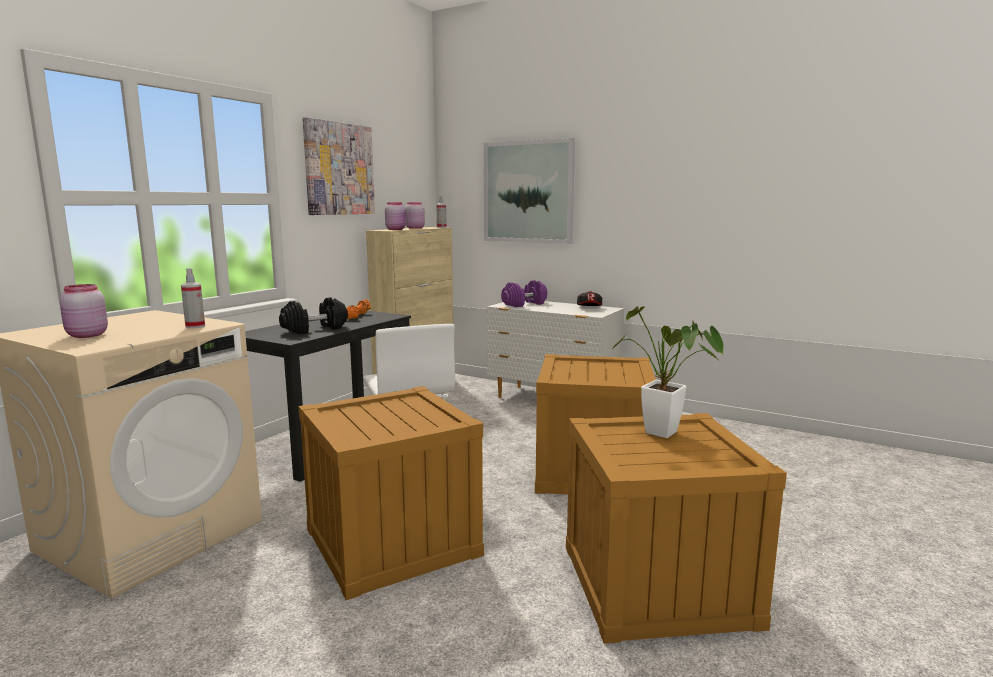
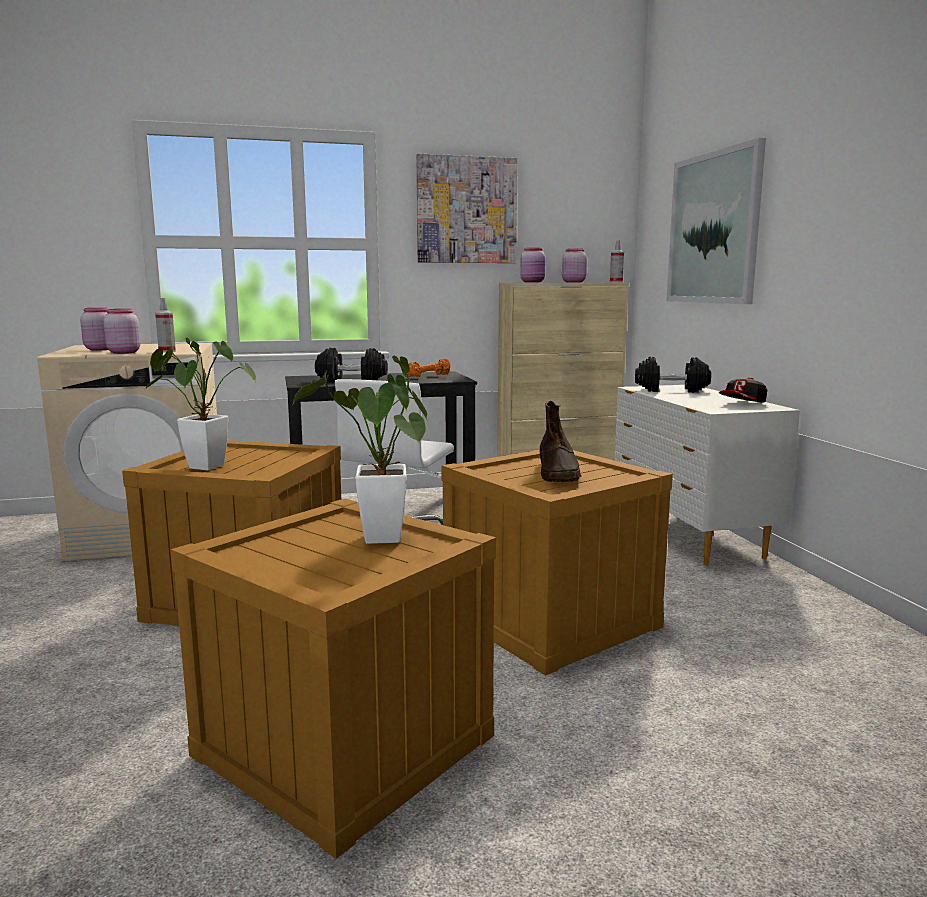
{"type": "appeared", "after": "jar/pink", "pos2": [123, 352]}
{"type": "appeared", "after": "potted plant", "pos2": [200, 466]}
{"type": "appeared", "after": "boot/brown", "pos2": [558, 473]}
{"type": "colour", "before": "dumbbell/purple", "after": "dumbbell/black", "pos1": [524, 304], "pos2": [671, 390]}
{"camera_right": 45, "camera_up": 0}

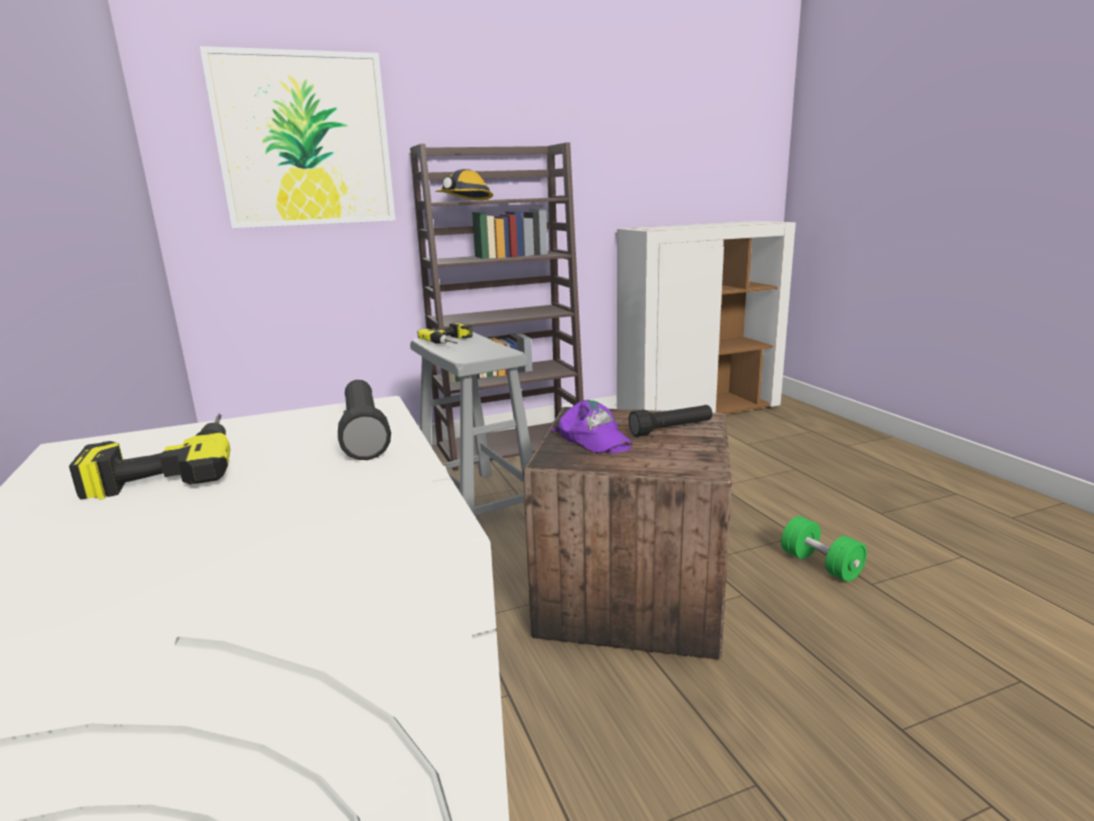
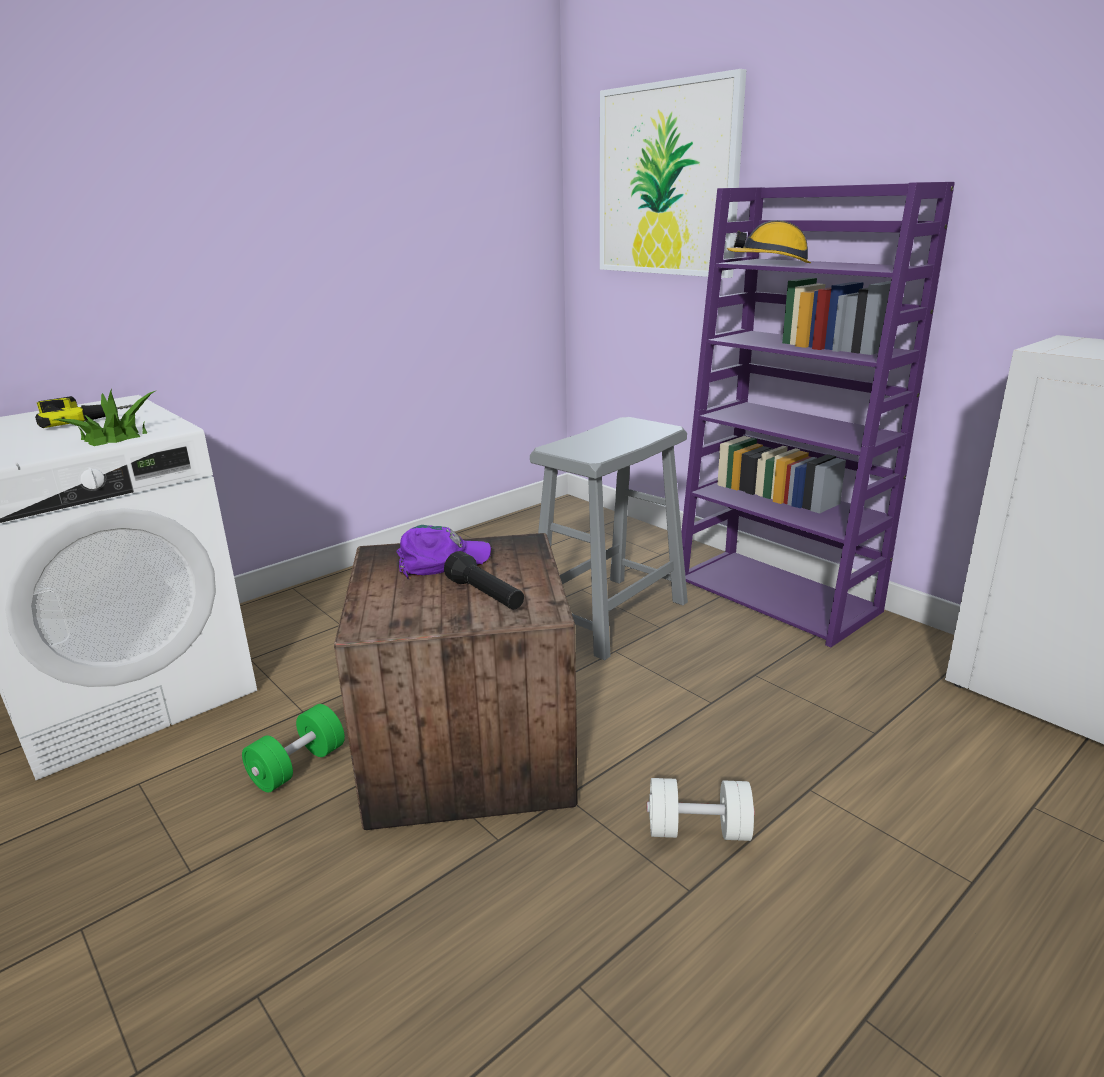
{"type": "exchanged", "before": "flashlight/black", "after": "potted plant", "pos1": [364, 433], "pos2": [114, 437]}
{"type": "relocated", "before": "dumbbell/green", "pos1": [820, 565], "pos2": [298, 766]}
{"type": "spun", "before": "cap/purple", "pos1": [593, 438], "pos2": [443, 561], "turn": -150}
{"type": "appeared", "after": "dumbbell/white", "pos2": [698, 830]}
{"type": "colour", "before": "bookcase/brown", "after": "bookcase/purple", "pos1": [511, 445], "pos2": [778, 596]}
{"type": "missing", "before": "power drill", "pos1": [454, 341]}
{"camera_right": 70, "camera_up": 5}

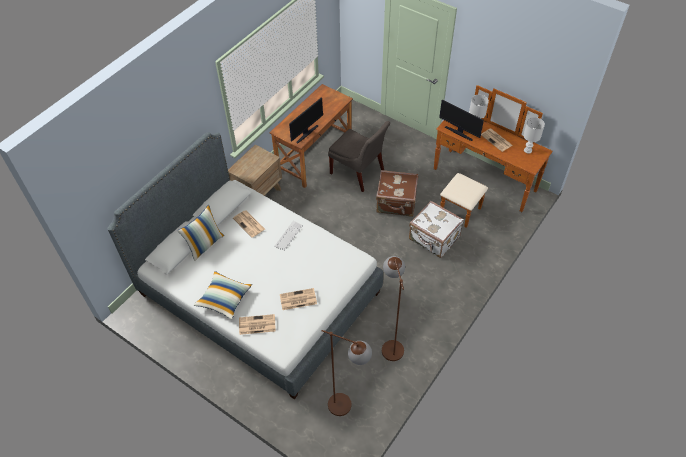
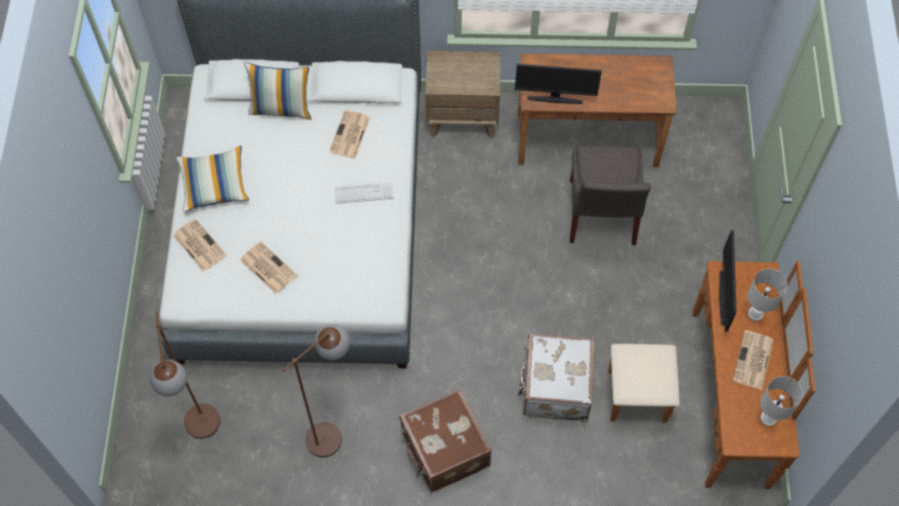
{"type": "relocated", "before": "suitcase/brown", "pos1": [396, 203], "pos2": [444, 451]}
{"camera_right": 55, "camera_up": 10}

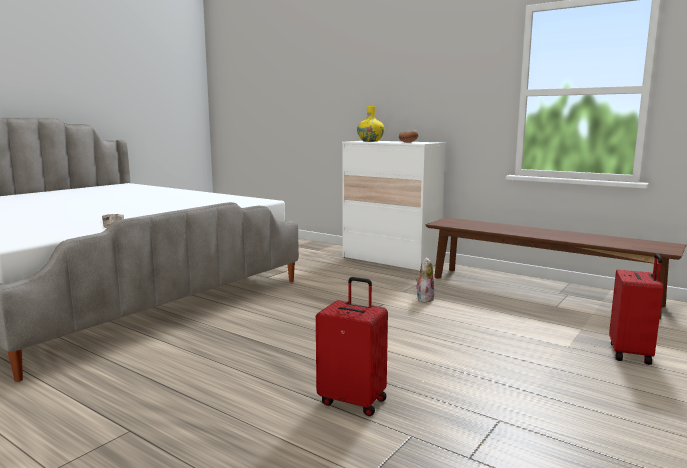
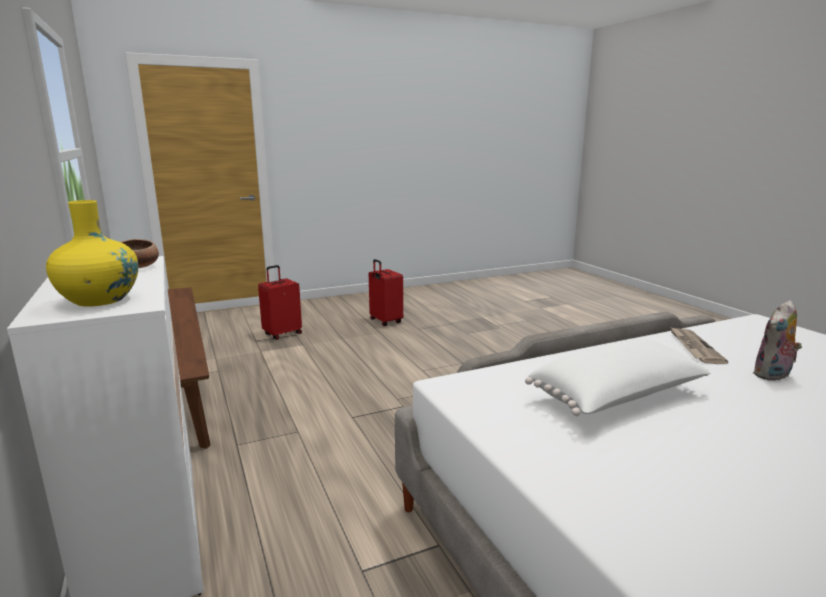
{"type": "relocated", "before": "suitcase/red", "pos1": [353, 400], "pos2": [385, 321]}
{"type": "appeared", "after": "pillow/white", "pos2": [618, 398]}
{"type": "relocated", "before": "plush toy", "pos1": [424, 298], "pos2": [773, 376]}
{"camera_right": -150, "camera_up": 5}

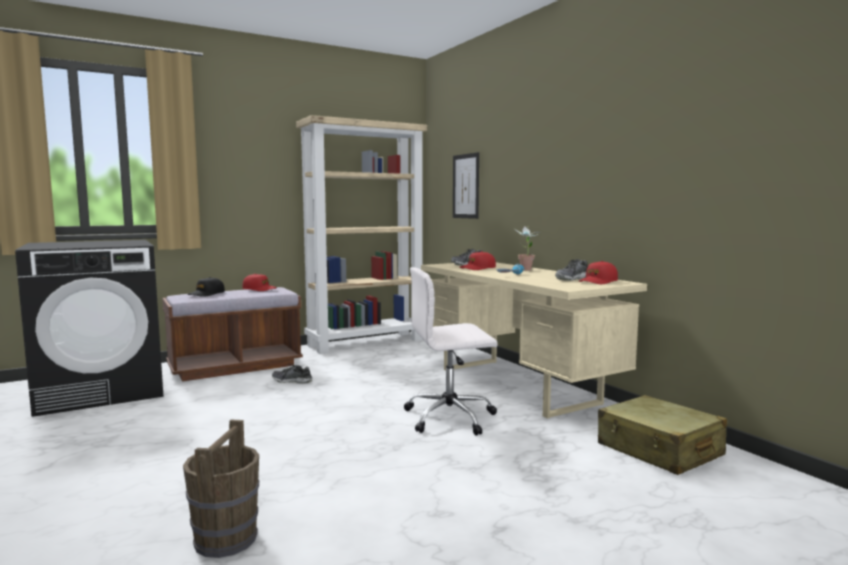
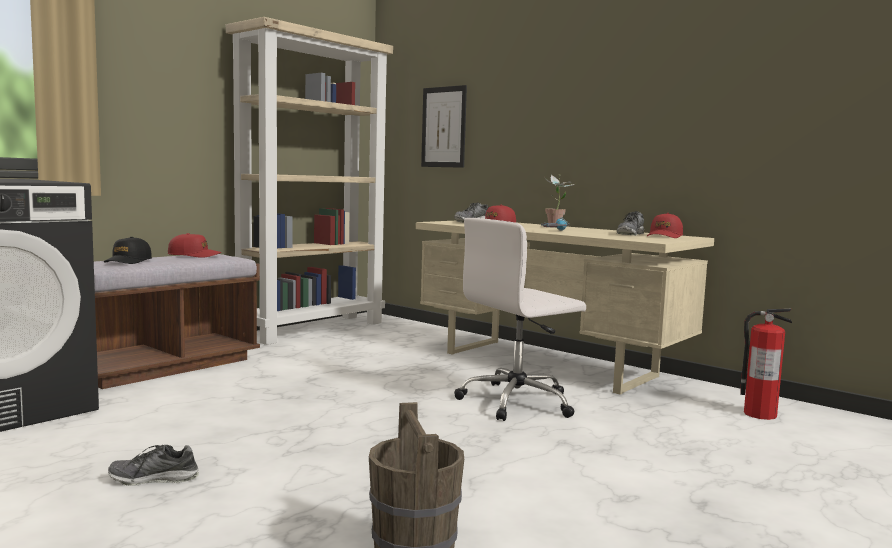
{"type": "relocated", "before": "shoe", "pos1": [292, 381], "pos2": [154, 479]}
{"type": "exchanged", "before": "suitcase/beige", "after": "fire extinguisher", "pos1": [659, 450], "pos2": [759, 414]}
{"camera_right": -20, "camera_up": 0}

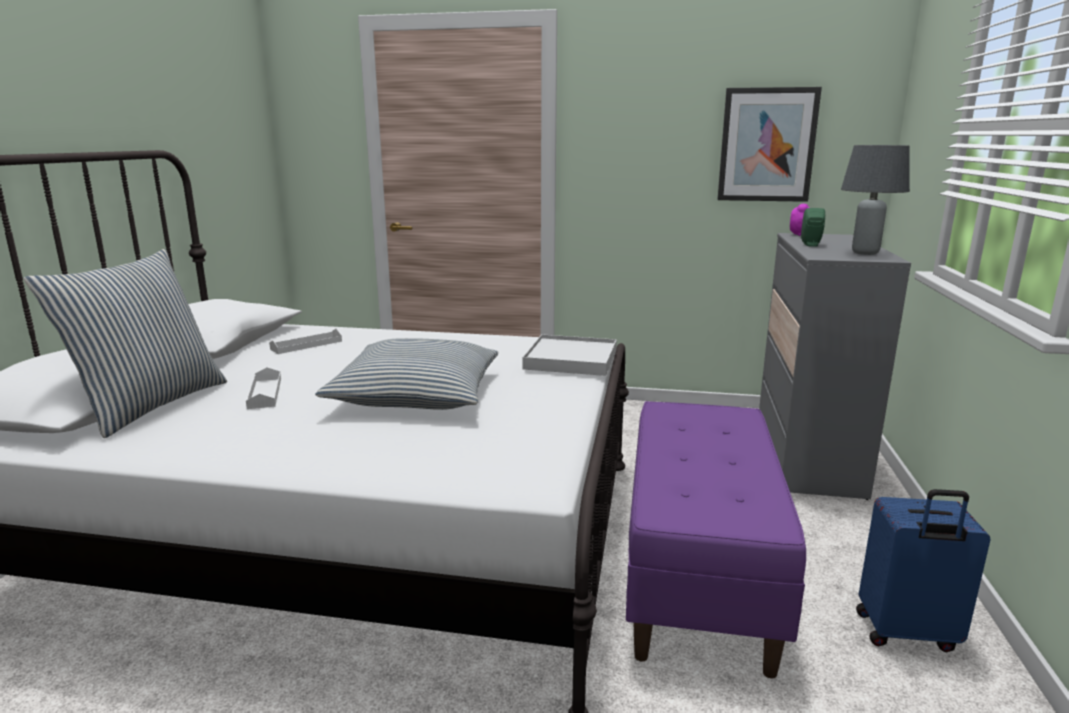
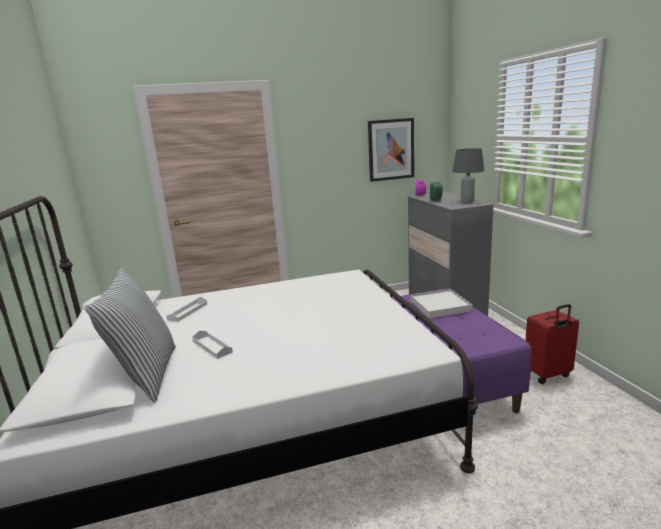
{"type": "relocated", "before": "tray/white", "pos1": [571, 359], "pos2": [439, 306]}
{"type": "colour", "before": "suitcase/blue", "after": "suitcase/red", "pos1": [906, 633], "pos2": [547, 375]}
{"type": "missing", "before": "pillow", "pos1": [417, 393]}
{"camera_right": -25, "camera_up": 0}

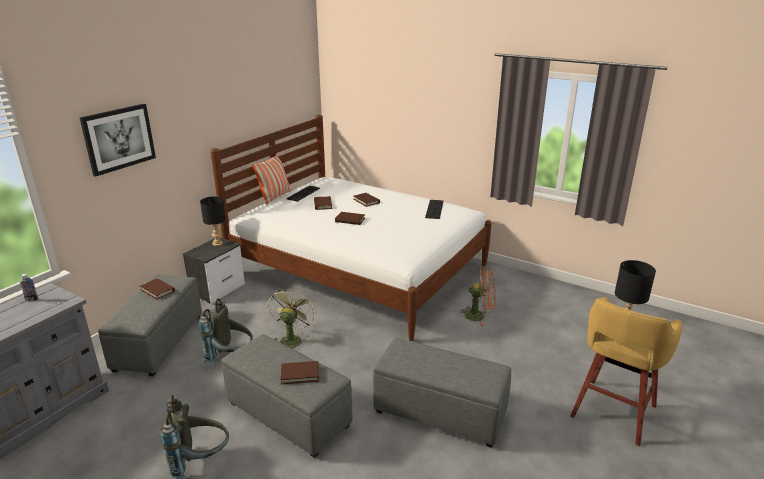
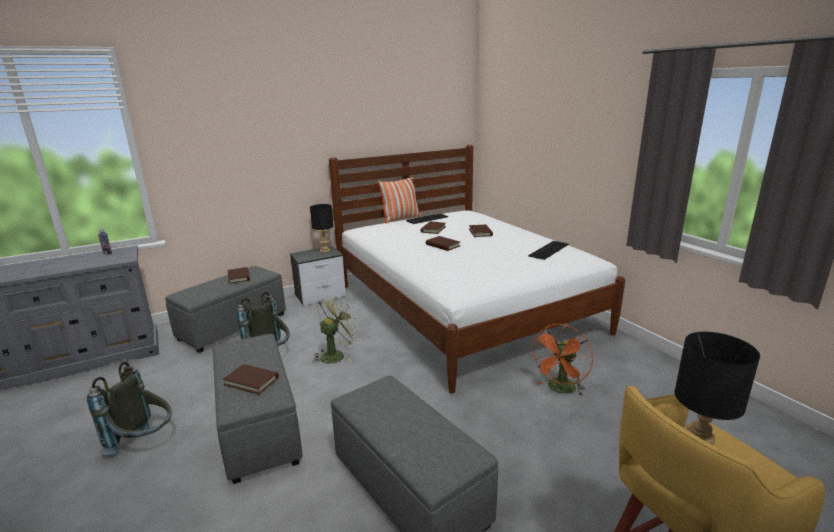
{"type": "spun", "before": "fan/orange", "pos1": [479, 316], "pos2": [560, 390], "turn": 90}
{"type": "missing", "before": "picture", "pos1": [119, 138]}
{"camera_right": 30, "camera_up": -5}

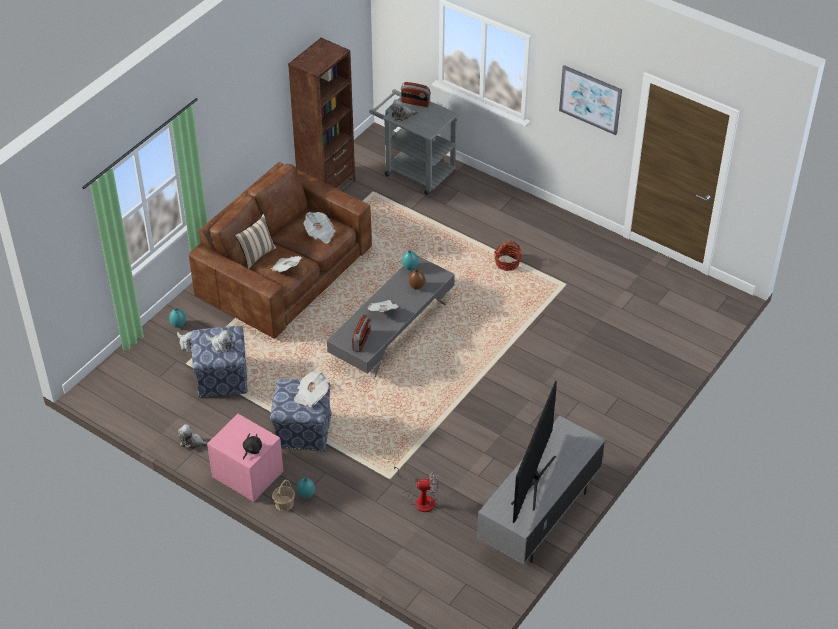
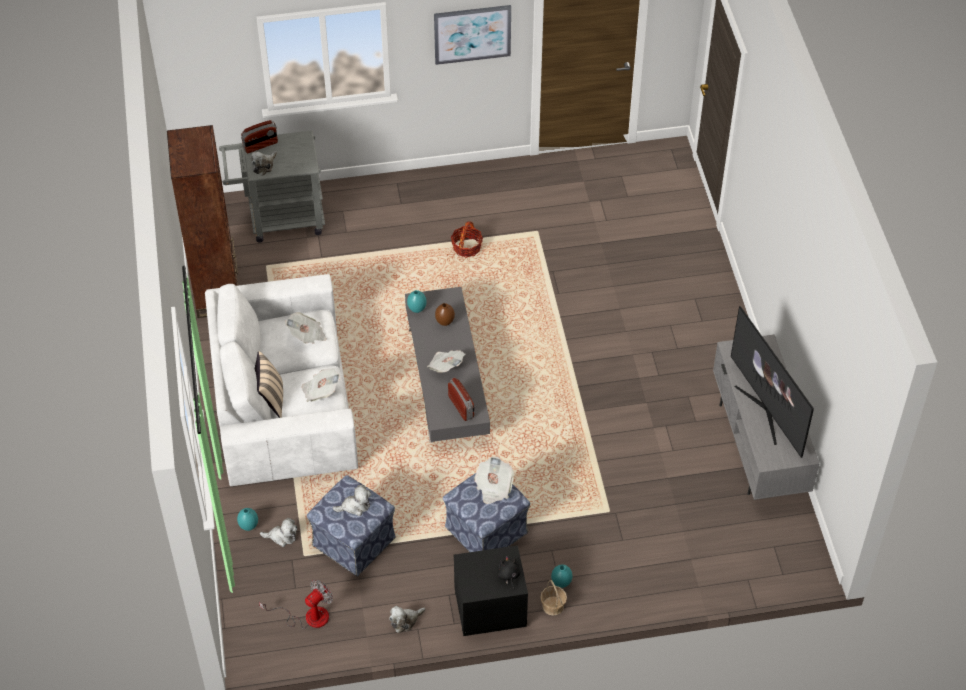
{"type": "colour", "before": "sofa/brown", "after": "sofa/white", "pos1": [284, 272], "pos2": [283, 401]}
{"type": "relocated", "before": "fan", "pos1": [420, 499], "pos2": [308, 616]}
{"type": "colour", "before": "nightstand/pink", "after": "nightstand/black", "pos1": [246, 474], "pos2": [489, 608]}
{"camera_right": -45, "camera_up": 5}

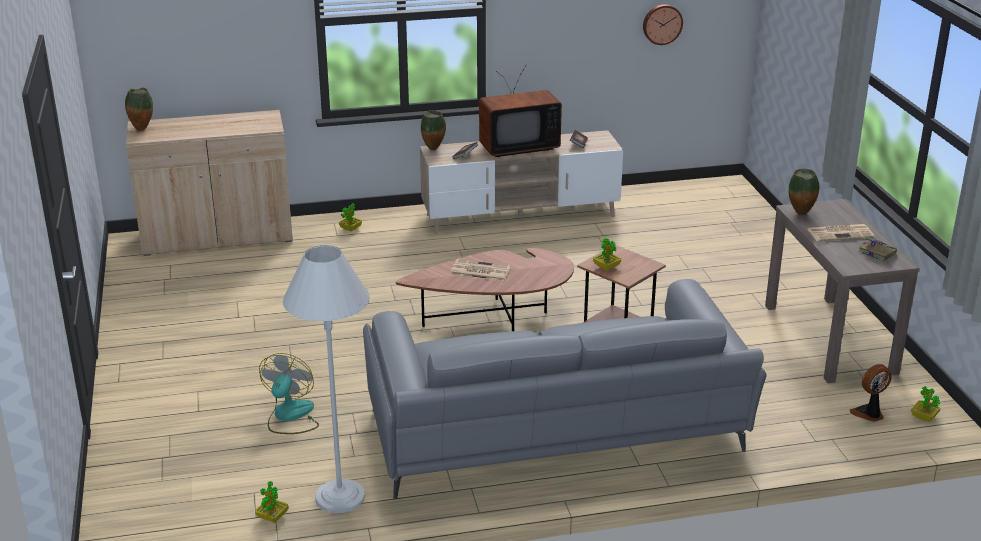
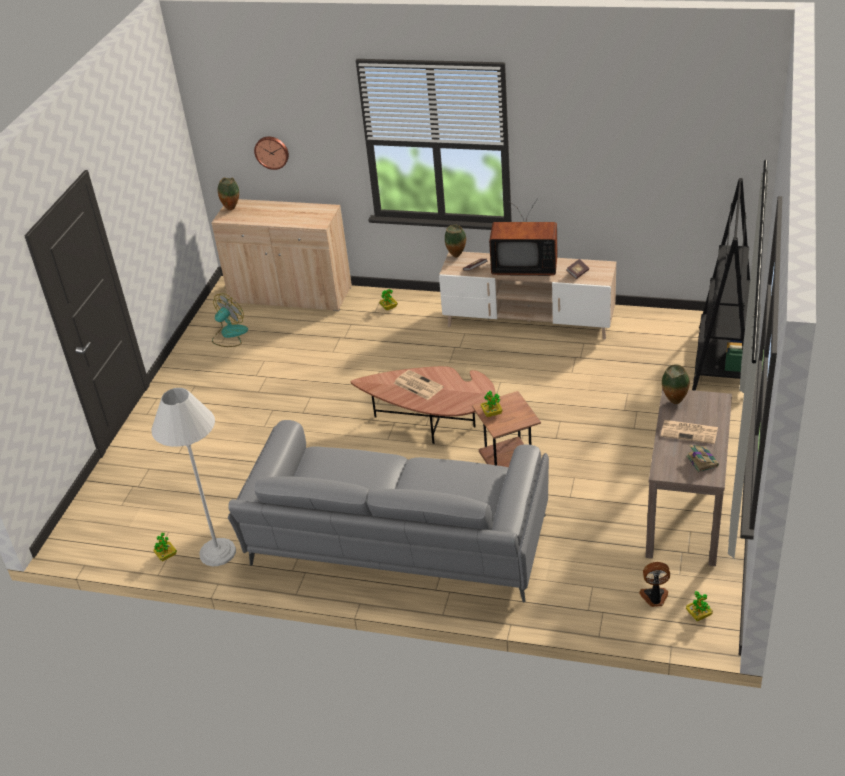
{"type": "relocated", "before": "fan", "pos1": [290, 417], "pos2": [229, 335]}
{"type": "relocated", "before": "wall clock", "pos1": [662, 24], "pos2": [272, 152]}
{"type": "appeared", "after": "bookcase/black", "pos2": [723, 360]}
{"camera_right": 30, "camera_up": 10}

